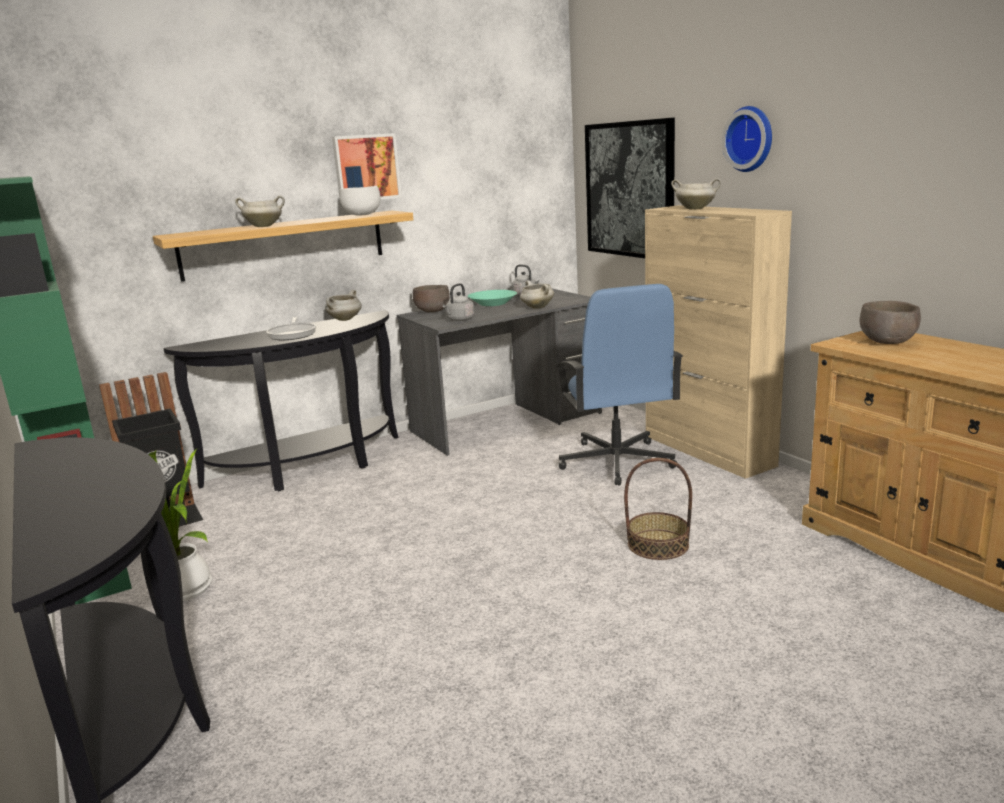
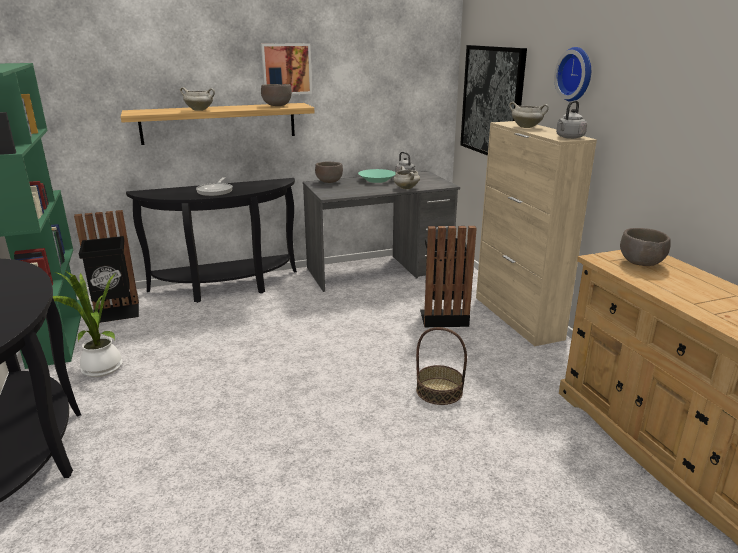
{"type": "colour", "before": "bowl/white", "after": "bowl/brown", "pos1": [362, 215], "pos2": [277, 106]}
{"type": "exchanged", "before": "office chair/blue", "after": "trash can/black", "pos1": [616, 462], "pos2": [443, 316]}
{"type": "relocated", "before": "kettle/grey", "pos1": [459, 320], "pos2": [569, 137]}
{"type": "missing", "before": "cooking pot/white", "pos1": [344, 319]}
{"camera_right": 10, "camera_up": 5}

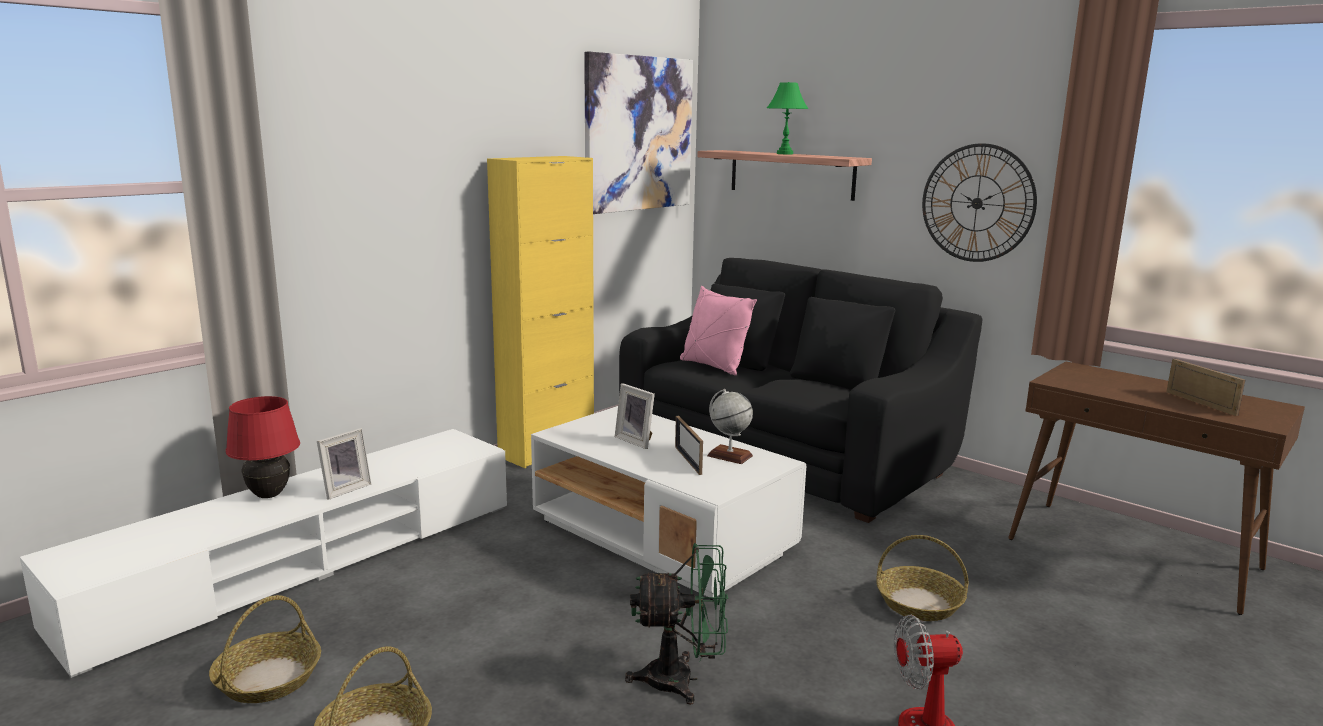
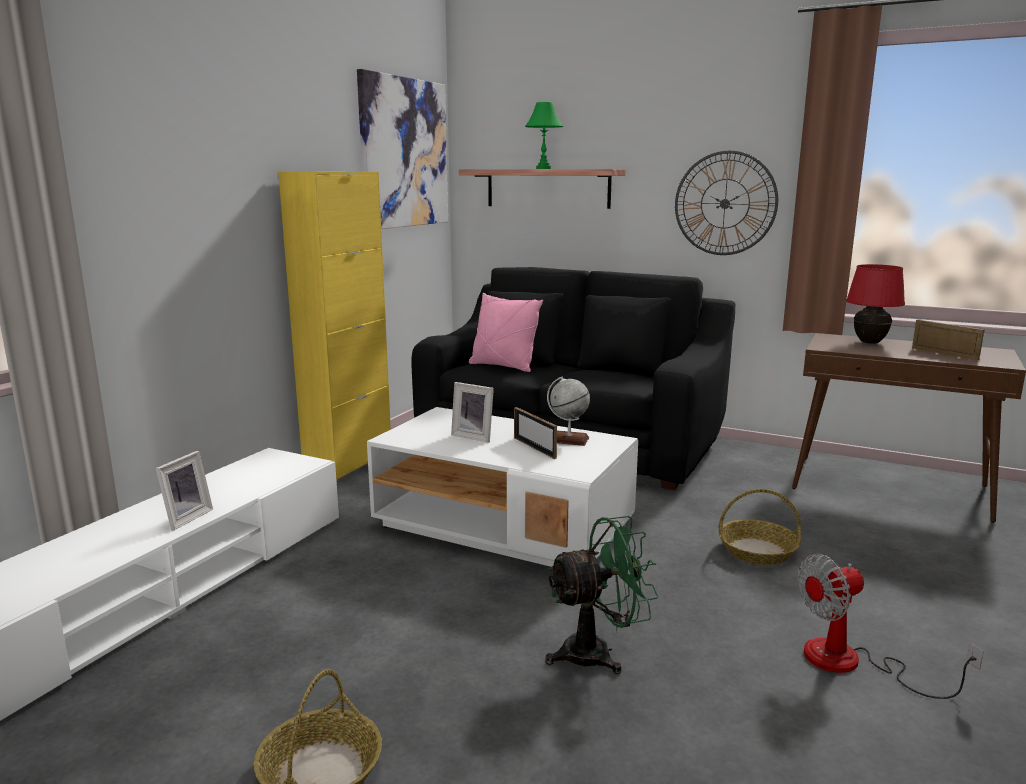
{"type": "relocated", "before": "table lamp/red", "pos1": [269, 495], "pos2": [869, 342]}
{"type": "missing", "before": "basket", "pos1": [268, 678]}
{"camera_right": -15, "camera_up": 0}

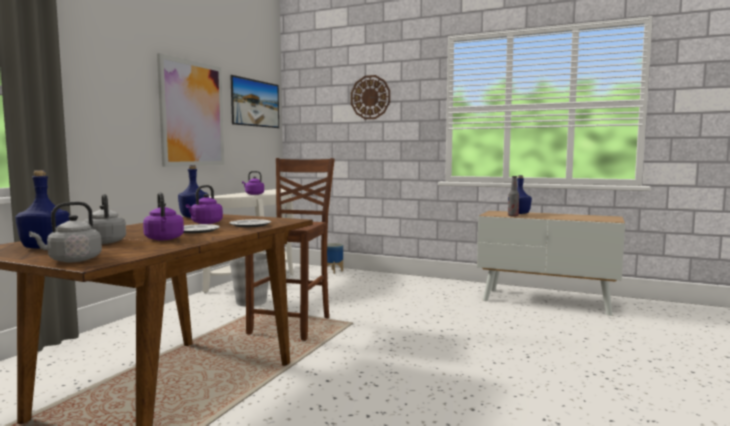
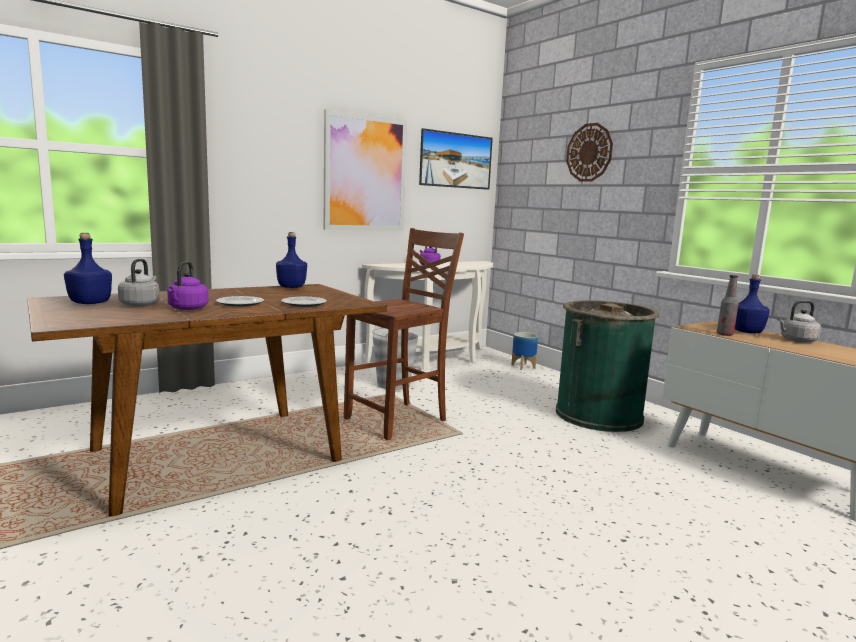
{"type": "appeared", "after": "trash can/green", "pos2": [598, 415]}
{"type": "relocated", "before": "kettle/grey", "pos1": [72, 260], "pos2": [796, 340]}
{"type": "missing", "before": "kettle/purple", "pos1": [205, 223]}
{"camera_right": 30, "camera_up": 5}

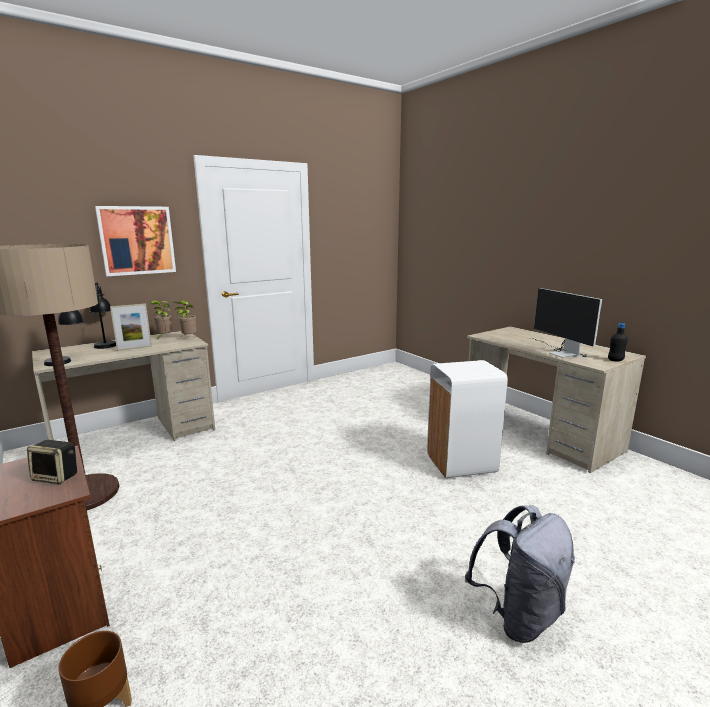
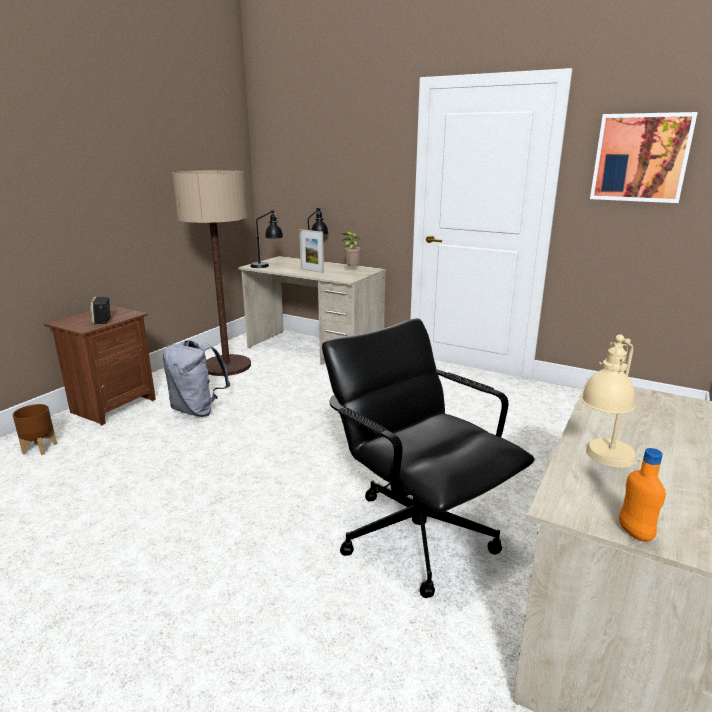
{"type": "relocated", "before": "backpack/grey", "pos1": [518, 615], "pos2": [198, 410]}
{"type": "exchanged", "before": "trash can/white", "after": "office chair/black", "pos1": [460, 463], "pos2": [417, 535]}
{"type": "exchanged", "before": "monitor", "after": "table lamp/beige", "pos1": [560, 352], "pos2": [603, 463]}
{"type": "relocated", "before": "picture", "pos1": [137, 240], "pos2": [640, 158]}
{"type": "colour", "before": "bottle/black", "after": "bottle/orange", "pos1": [615, 360], "pos2": [634, 533]}
{"type": "missing", "before": "potted plant", "pos1": [188, 338]}
{"camera_right": 65, "camera_up": 5}

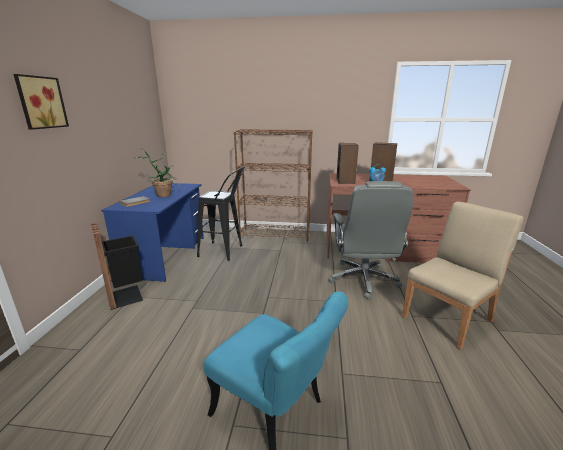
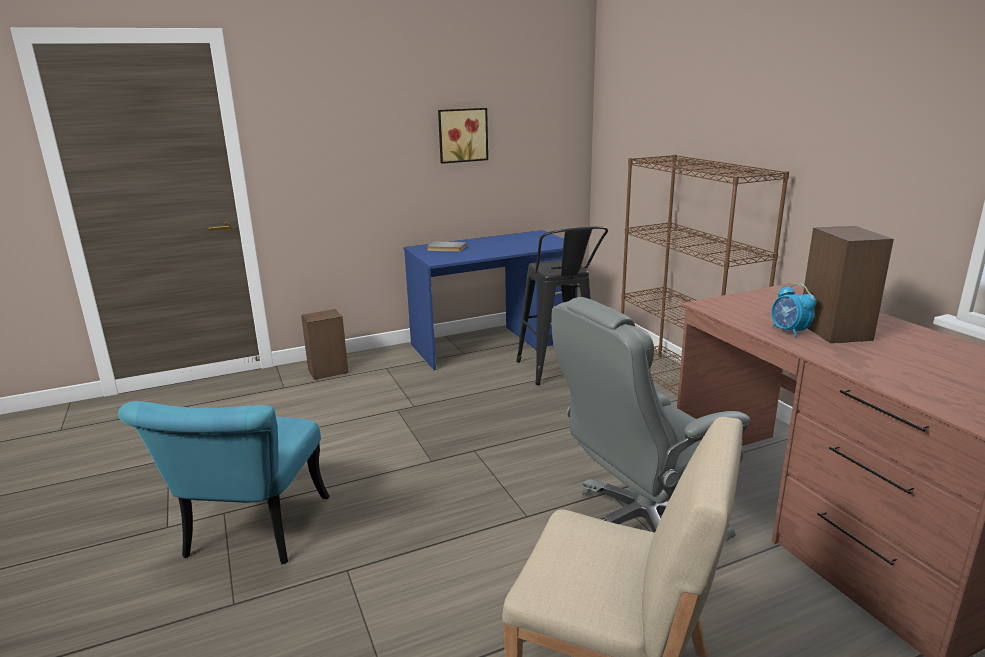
{"type": "relocated", "before": "speaker", "pos1": [345, 181], "pos2": [328, 371]}
{"type": "relocated", "before": "picture", "pos1": [40, 102], "pos2": [462, 135]}
{"type": "missing", "before": "trash can/black", "pos1": [126, 296]}
{"type": "missing", "before": "potted plant", "pos1": [163, 194]}
{"camera_right": 60, "camera_up": 0}

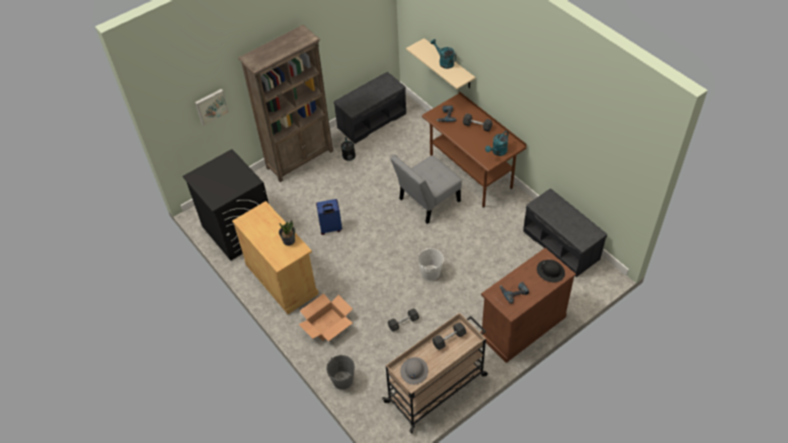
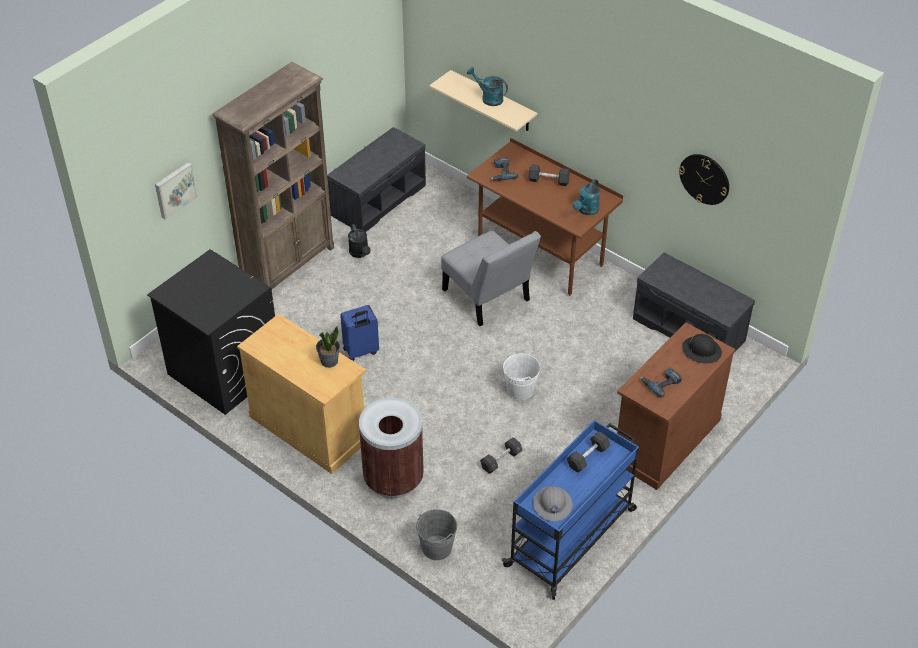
{"type": "exchanged", "before": "cardboard box", "after": "trash can/brown", "pos1": [327, 324], "pos2": [393, 479]}
{"type": "spun", "before": "chair/grey", "pos1": [426, 202], "pos2": [488, 298], "turn": -75}
{"type": "colour", "before": "cart/beige", "after": "cart/blue", "pos1": [437, 388], "pos2": [572, 536]}
{"type": "appeared", "after": "wall clock", "pos2": [704, 179]}
{"camera_right": -15, "camera_up": -5}

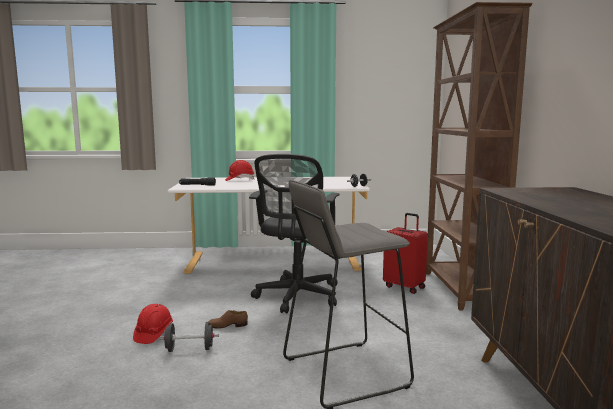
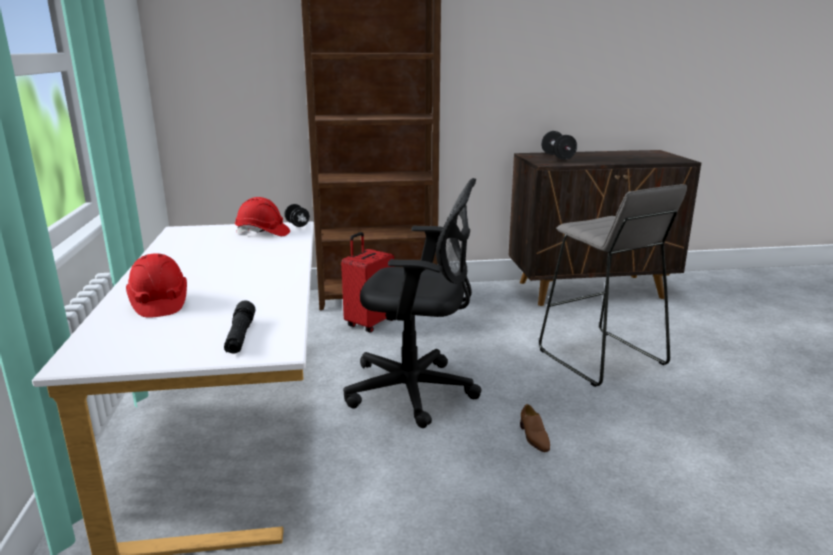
{"type": "relocated", "before": "hard hat/red", "pos1": [153, 334], "pos2": [263, 233]}
{"type": "relocated", "before": "dumbbell/black", "pos1": [189, 349], "pos2": [557, 157]}
{"camera_right": -95, "camera_up": 10}

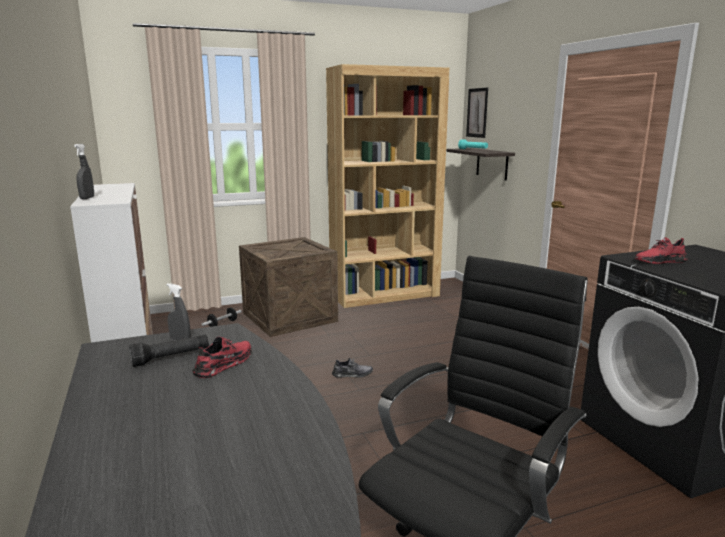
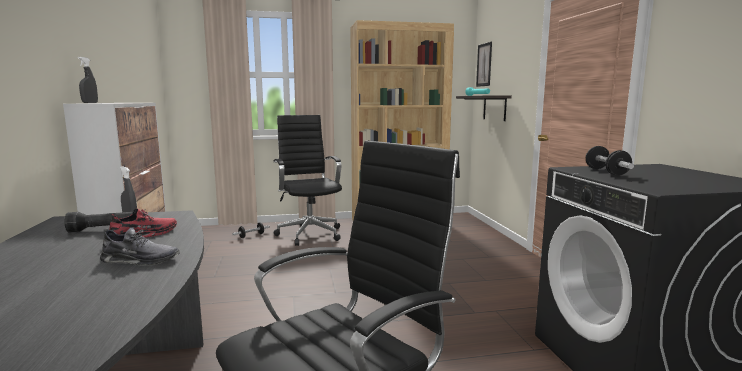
{"type": "relocated", "before": "shoe/grey", "pos1": [352, 374], "pos2": [140, 260]}
{"type": "exchanged", "before": "crate", "after": "office chair/black", "pos1": [290, 316], "pos2": [309, 233]}
{"type": "exchanged", "before": "shoe/red", "after": "dumbbell", "pos1": [659, 261], "pos2": [606, 172]}
{"camera_right": 10, "camera_up": -5}

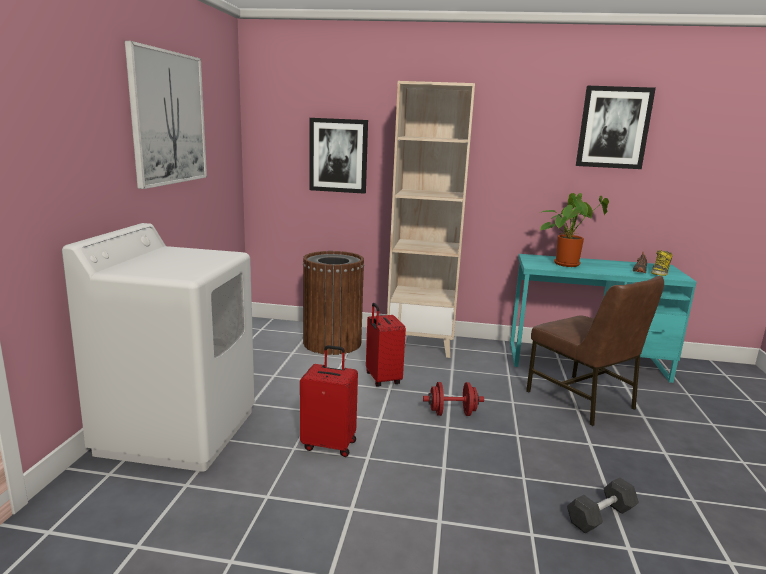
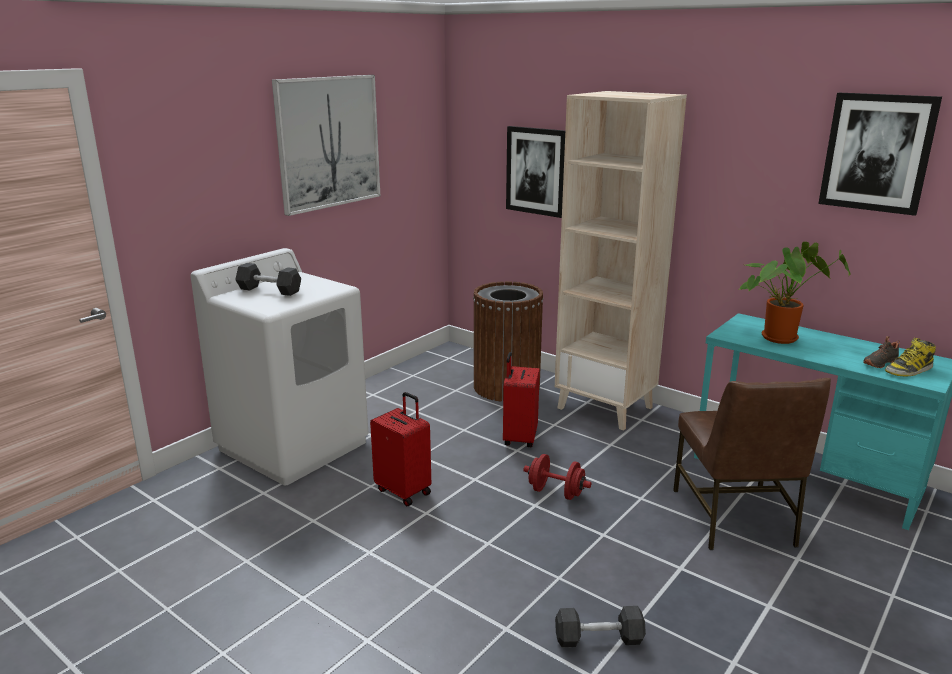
{"type": "appeared", "after": "dumbbell/grey", "pos2": [269, 290]}
{"camera_right": 30, "camera_up": 5}

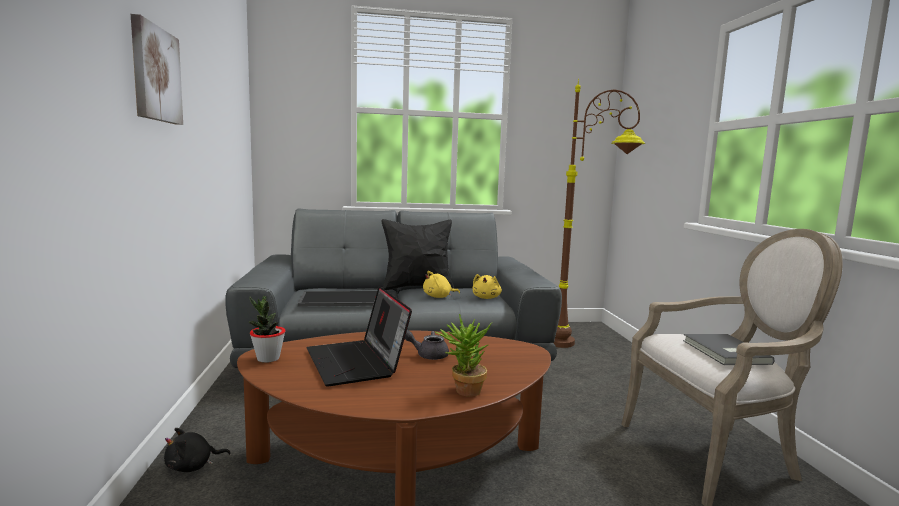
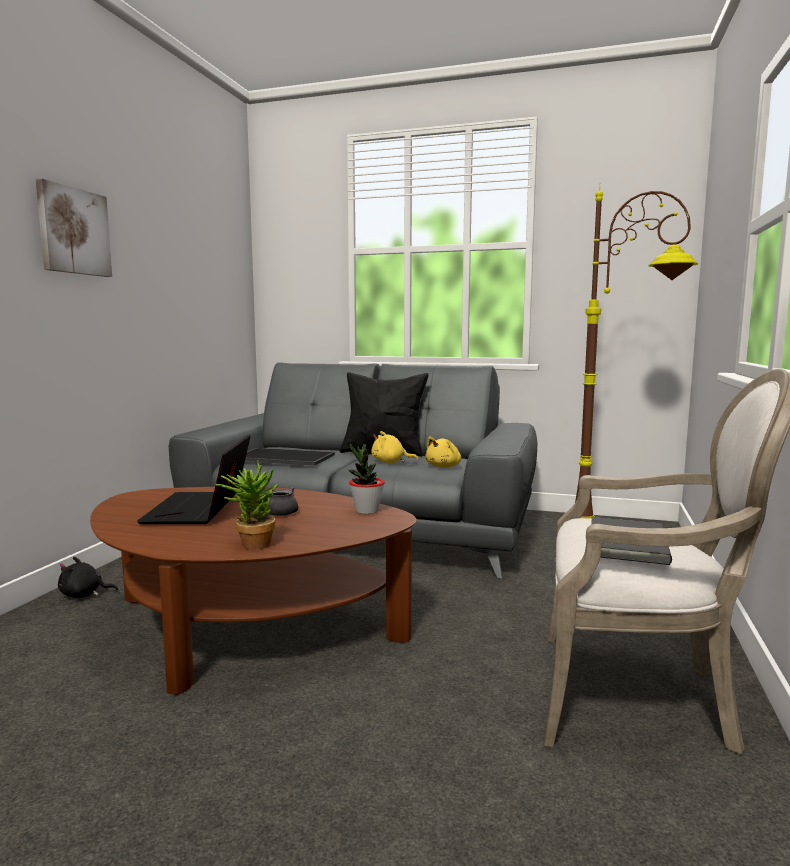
{"type": "relocated", "before": "potted plant", "pos1": [268, 359], "pos2": [366, 511]}
{"camera_right": 25, "camera_up": 0}

